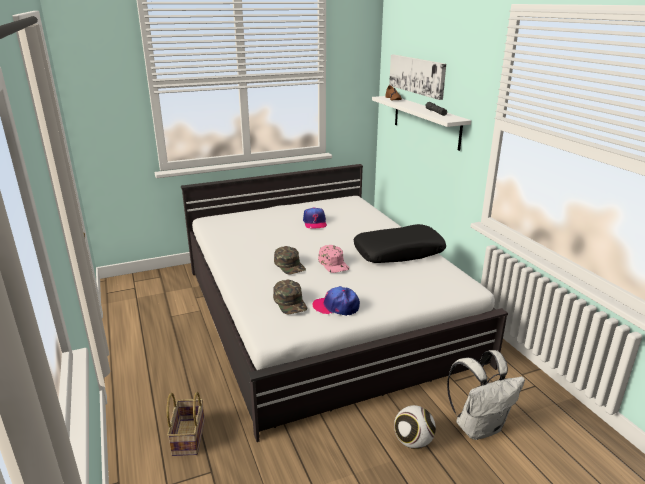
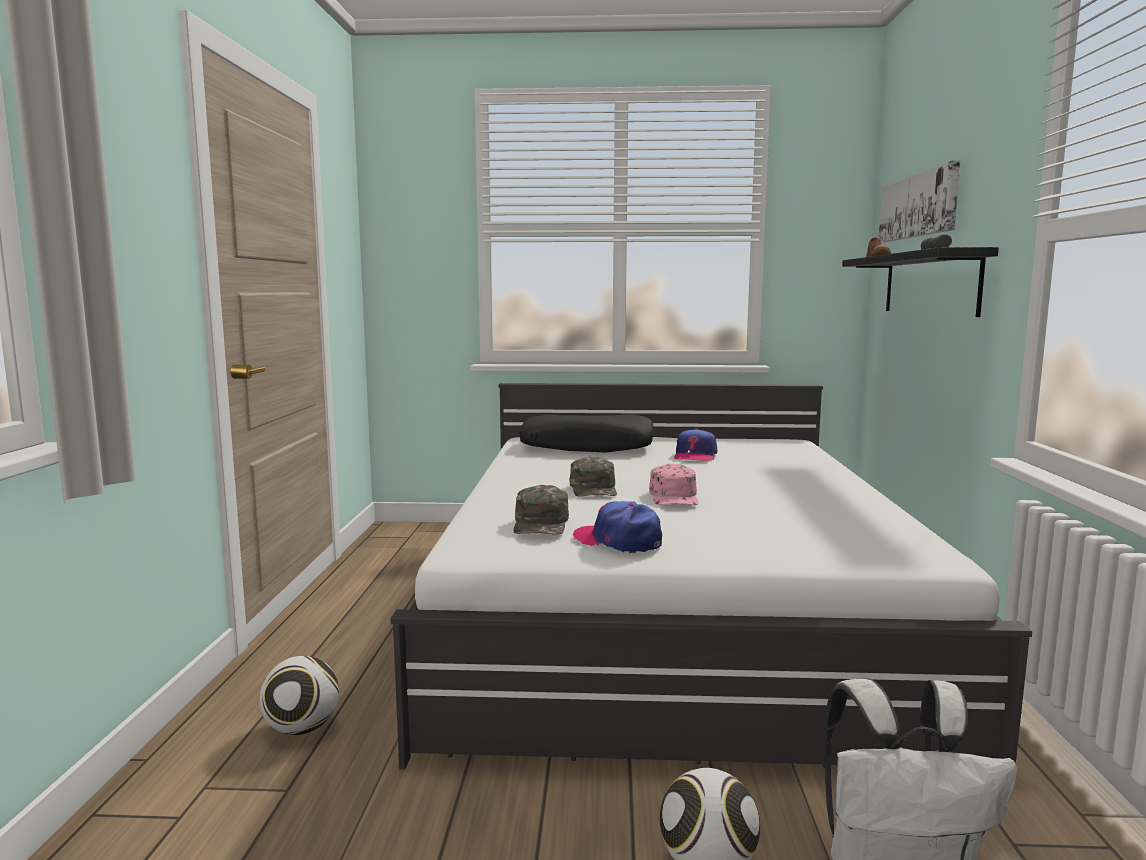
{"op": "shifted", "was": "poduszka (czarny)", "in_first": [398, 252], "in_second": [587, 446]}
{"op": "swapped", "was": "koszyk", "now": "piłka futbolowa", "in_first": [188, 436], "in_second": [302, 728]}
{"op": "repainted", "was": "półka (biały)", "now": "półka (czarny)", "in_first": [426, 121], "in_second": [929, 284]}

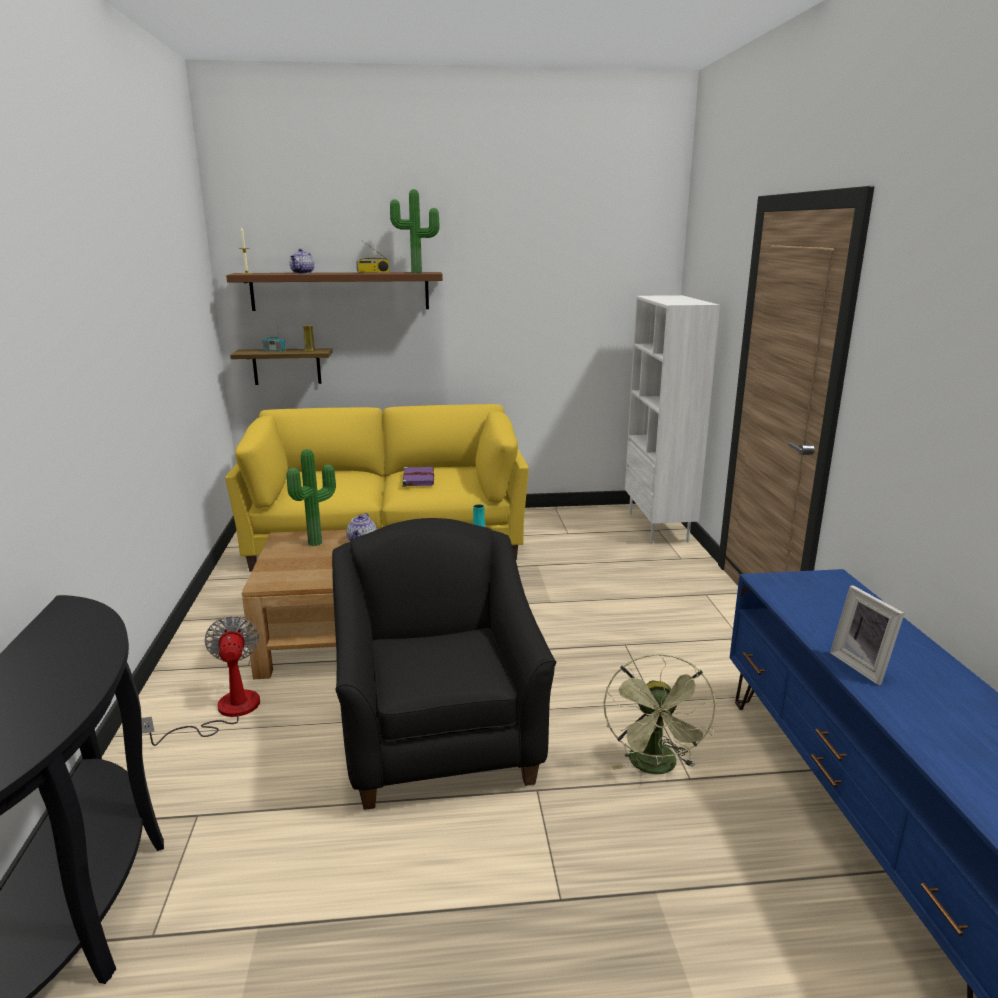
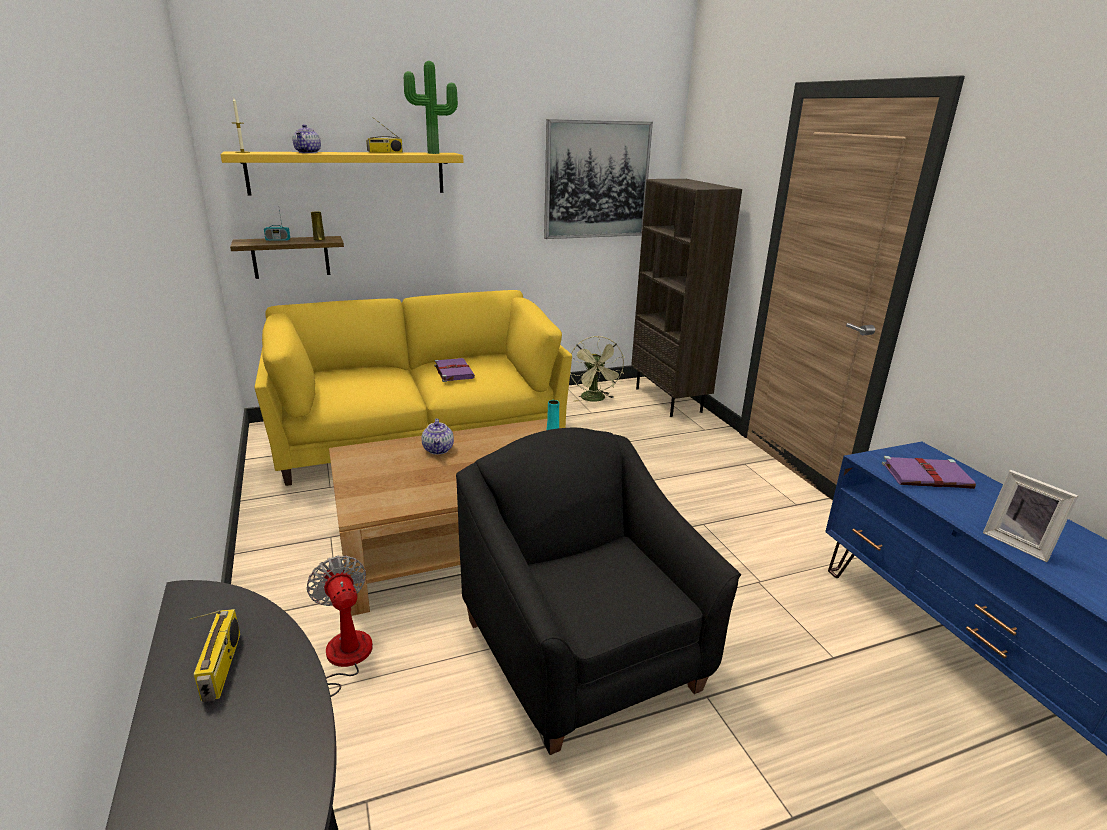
{"op": "gone", "was": "roślina doniczkowa", "in_first": [317, 543]}
{"op": "new", "now": "radio", "in_second": [222, 667]}
{"op": "new", "now": "obraz", "in_second": [596, 180]}
{"op": "new", "now": "książka (fioletowy)", "in_second": [927, 476]}
{"op": "shifted", "was": "wentylator (zielony)", "in_first": [655, 767], "in_second": [595, 399]}
{"op": "repainted", "was": "półka (brązowy)", "now": "półka (żółty)", "in_first": [340, 291], "in_second": [348, 173]}
{"op": "repainted", "was": "regał (biały)", "now": "regał (brązowy)", "in_first": [659, 527], "in_second": [669, 400]}

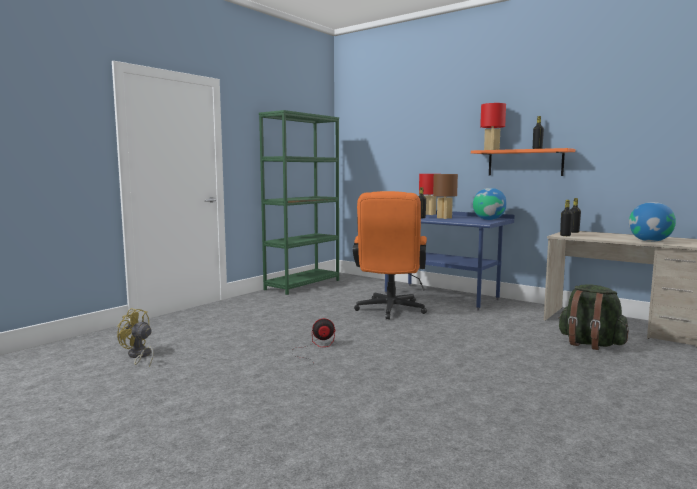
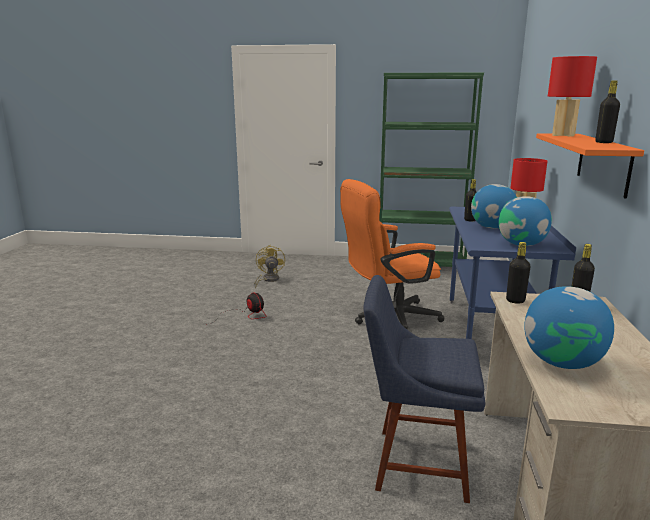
{"op": "shifted", "was": "wentylator (żółty)", "in_first": [139, 356], "in_second": [268, 280]}
{"op": "swapped", "was": "lampa stołowa (brązowy)", "now": "globus", "in_first": [444, 218], "in_second": [492, 227]}
{"op": "swapped", "was": "plecak (zielony)", "now": "krzesło (niebieski)", "in_first": [590, 344], "in_second": [415, 463]}

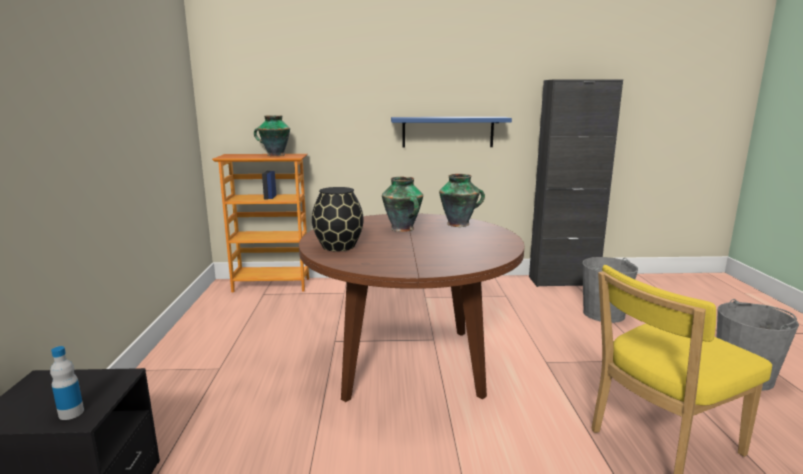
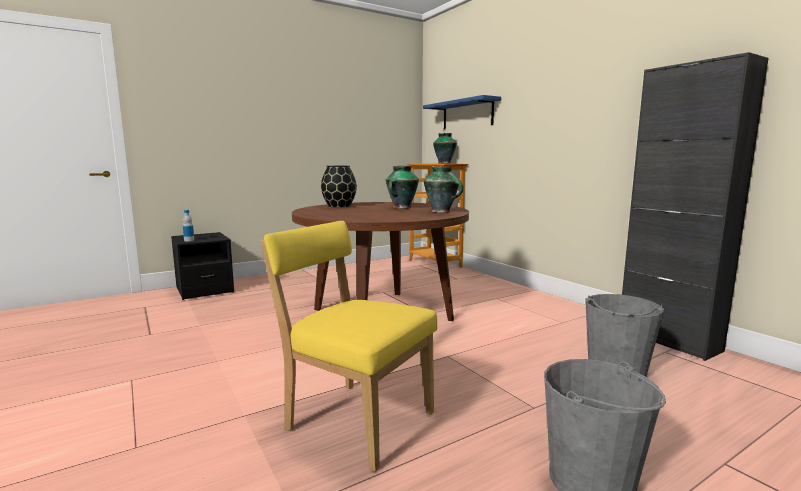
{"op": "shifted", "was": "półka (niebieski)", "in_first": [448, 132], "in_second": [467, 114]}

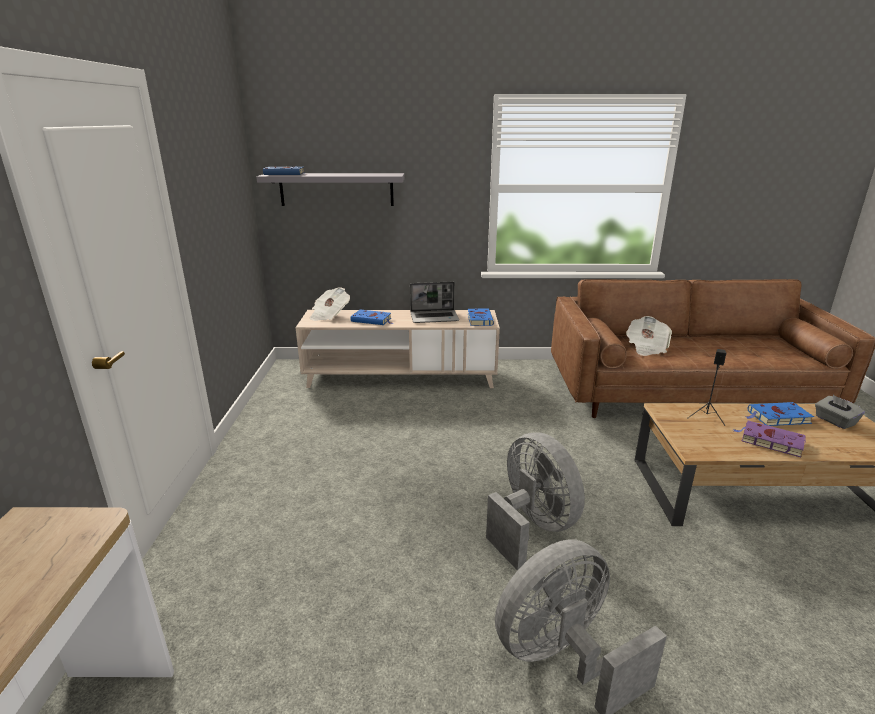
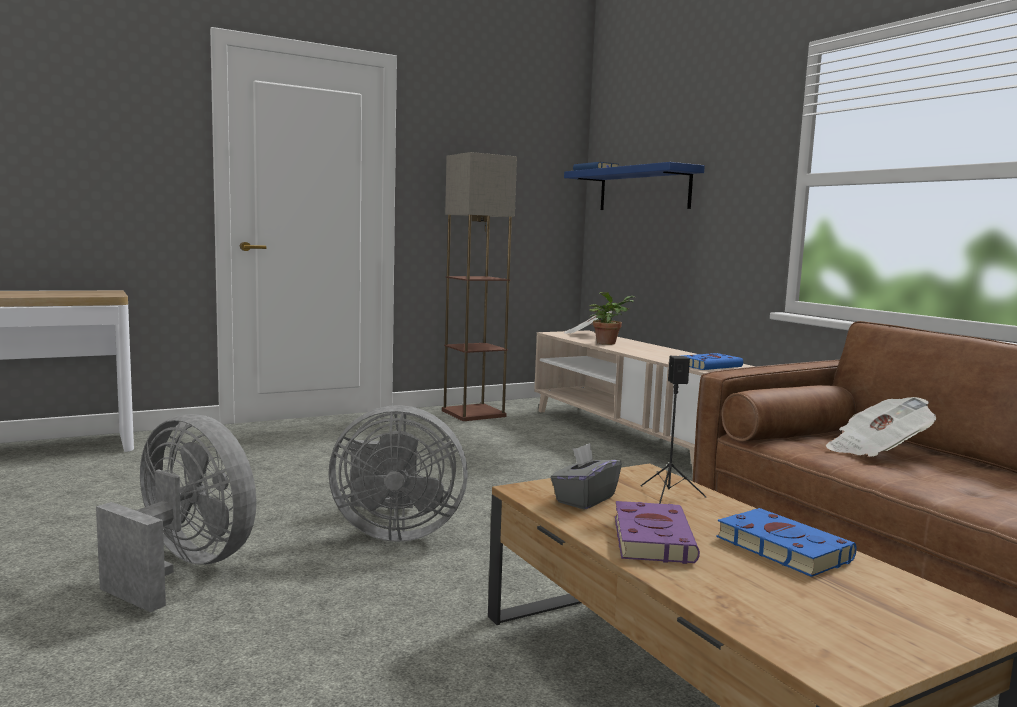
{"op": "gone", "was": "laptop", "in_first": [435, 317]}
{"op": "new", "now": "lampa stojąca", "in_second": [474, 413]}
{"op": "shifted", "was": "pudełko chusteczek (szary)", "in_first": [834, 421], "in_second": [584, 499]}
{"op": "swapped", "was": "książka (niebieski)", "now": "roślina doniczkowa", "in_first": [372, 320], "in_second": [607, 343]}
{"op": "repainted", "was": "półka (szary)", "now": "półka (niebieski)", "in_first": [336, 189], "in_second": [643, 189]}
{"op": "rotated", "was": "wentylator (szary)", "in_first": [531, 527], "in_second": [394, 532], "clockwise": 60}

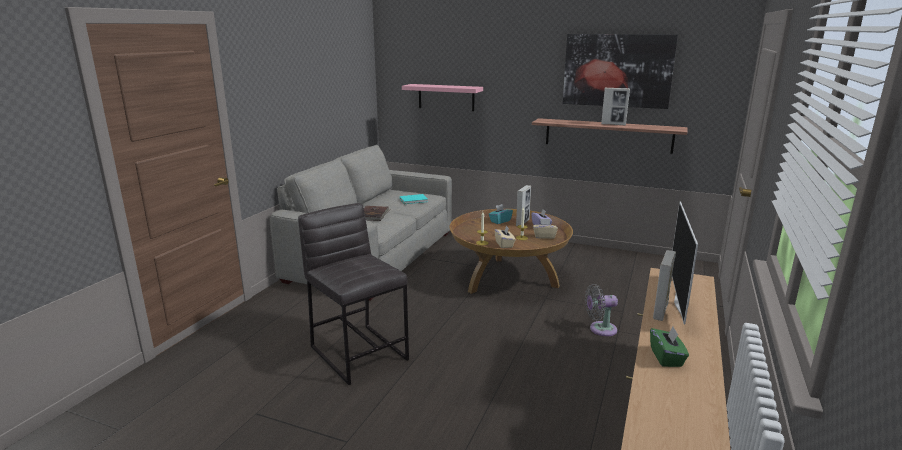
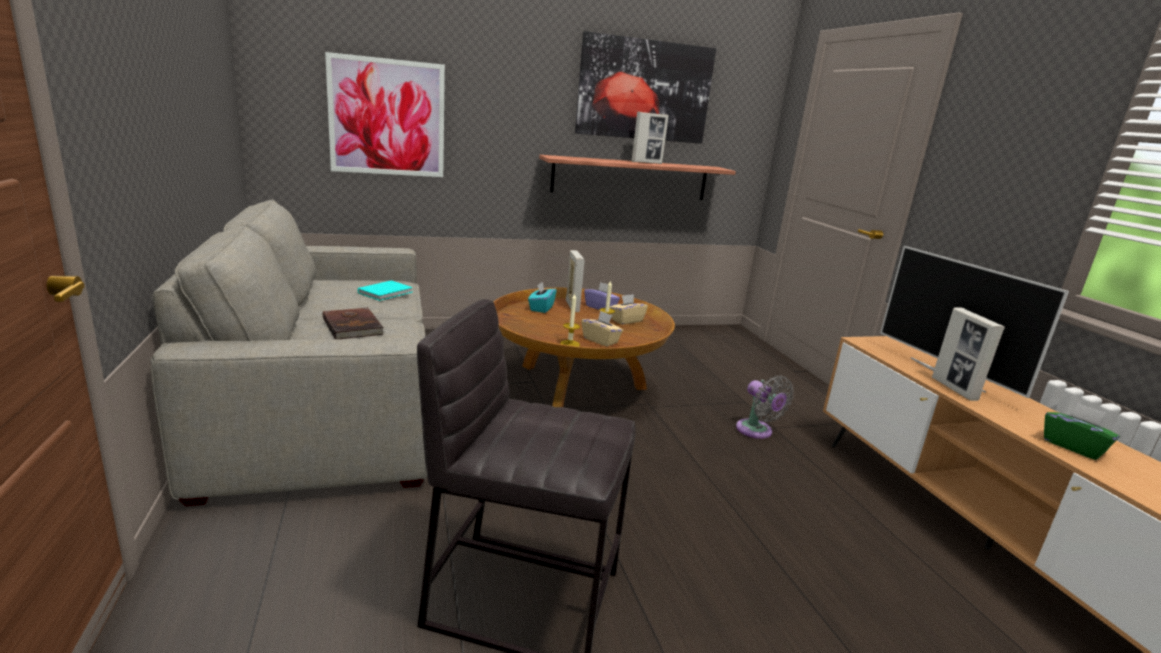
{"op": "swapped", "was": "półka (różowy)", "now": "obraz", "in_first": [446, 97], "in_second": [387, 117]}
{"op": "rotated", "was": "wentylator (szary)", "in_first": [600, 329], "in_second": [756, 431], "clockwise": -75}

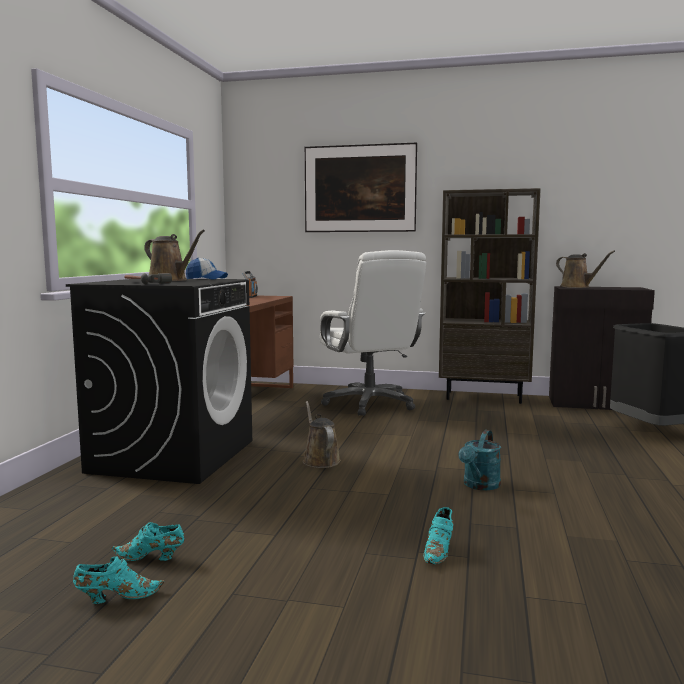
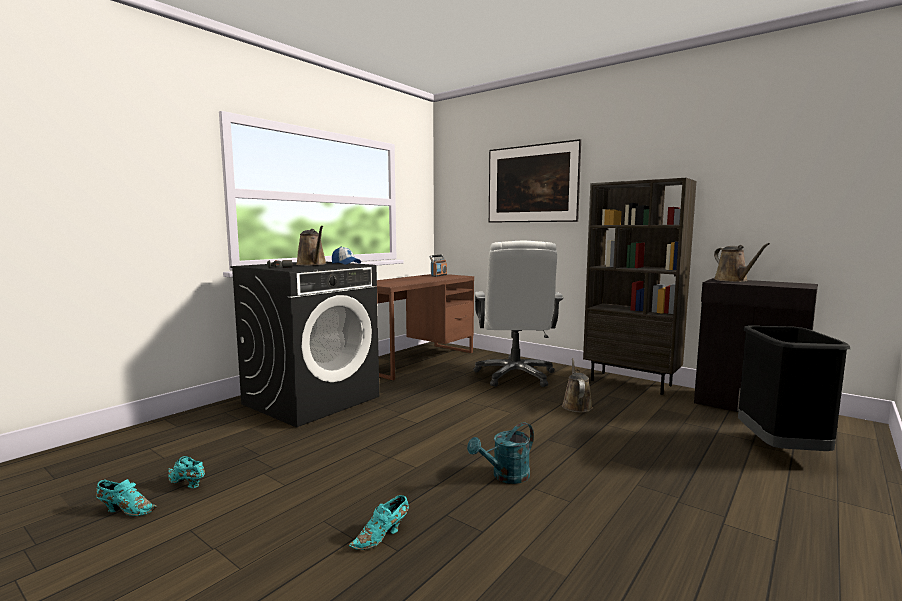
{"op": "shifted", "was": "konewka (brązowy)", "in_first": [320, 460], "in_second": [576, 405]}

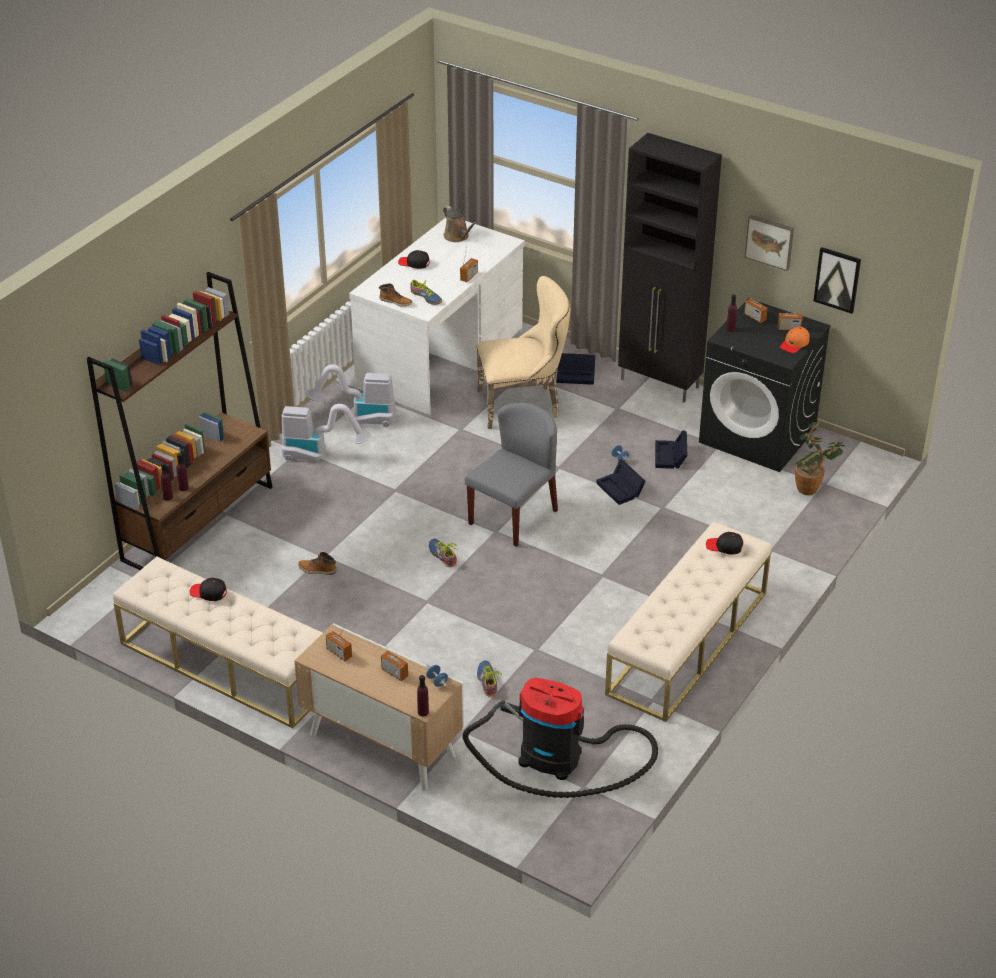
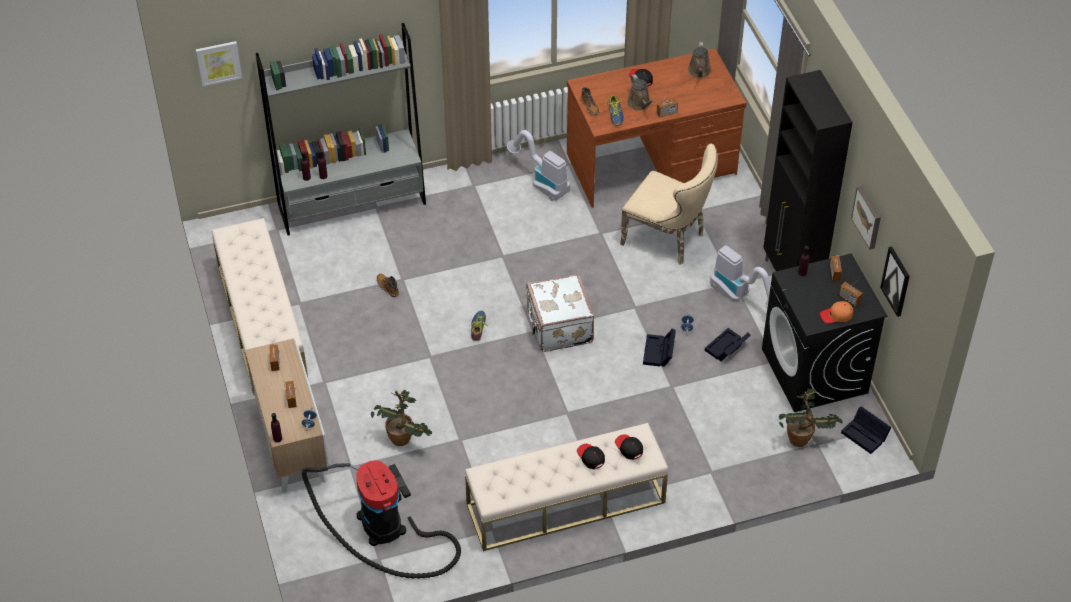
{"op": "new", "now": "obraz", "in_second": [218, 62]}
{"op": "new", "now": "konewka (brązowy)", "in_second": [640, 104]}
{"op": "shifted", "was": "czapka z daszkiem (czarny)", "in_first": [208, 593], "in_second": [590, 457]}
{"op": "shifted", "was": "odkurzacz", "in_first": [319, 454], "in_second": [740, 296]}
{"op": "shifted", "was": "pojemnik do przechowywania (czarny)", "in_first": [577, 375], "in_second": [866, 435]}
{"op": "swapped", "was": "krzesło (szary)", "now": "walizka (biały)", "in_first": [513, 516], "in_second": [558, 327]}
{"op": "swapped", "was": "but", "now": "roślina doniczkowa", "in_first": [487, 681], "in_second": [403, 442]}
{"op": "repainted", "was": "regał (brązowy)", "now": "regał (szary)", "in_first": [199, 523], "in_second": [352, 204]}
{"op": "repainted", "was": "biurko (biały)", "now": "biurko (brązowy)", "in_first": [441, 358], "in_second": [652, 164]}

